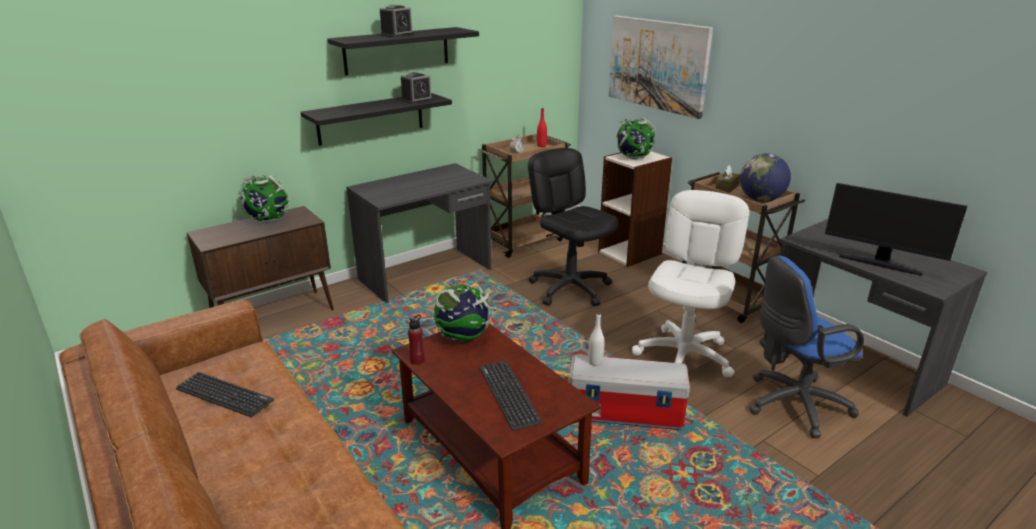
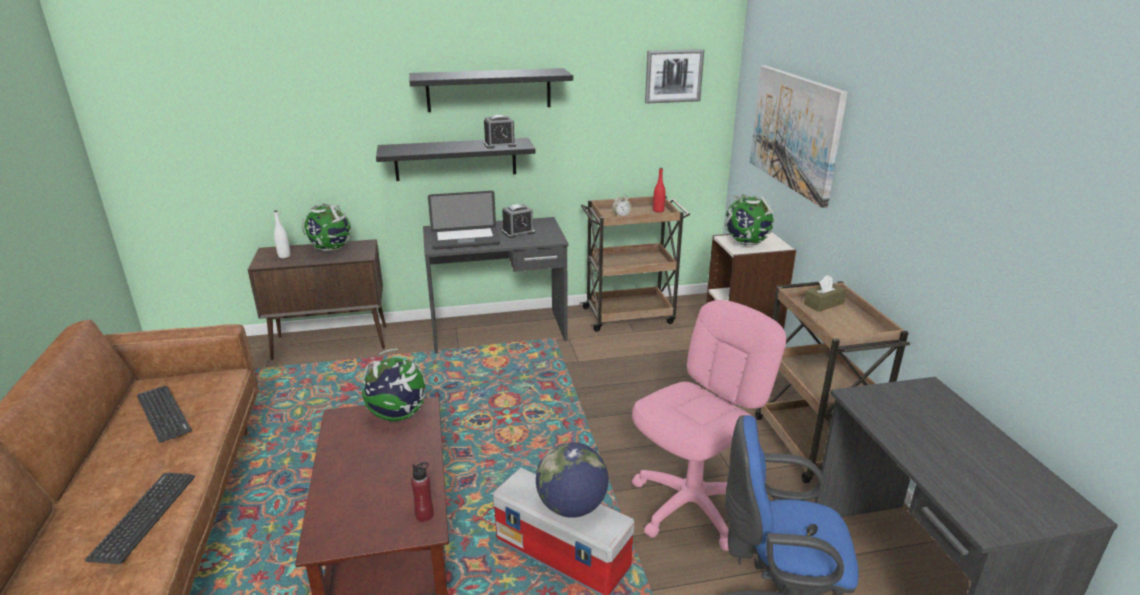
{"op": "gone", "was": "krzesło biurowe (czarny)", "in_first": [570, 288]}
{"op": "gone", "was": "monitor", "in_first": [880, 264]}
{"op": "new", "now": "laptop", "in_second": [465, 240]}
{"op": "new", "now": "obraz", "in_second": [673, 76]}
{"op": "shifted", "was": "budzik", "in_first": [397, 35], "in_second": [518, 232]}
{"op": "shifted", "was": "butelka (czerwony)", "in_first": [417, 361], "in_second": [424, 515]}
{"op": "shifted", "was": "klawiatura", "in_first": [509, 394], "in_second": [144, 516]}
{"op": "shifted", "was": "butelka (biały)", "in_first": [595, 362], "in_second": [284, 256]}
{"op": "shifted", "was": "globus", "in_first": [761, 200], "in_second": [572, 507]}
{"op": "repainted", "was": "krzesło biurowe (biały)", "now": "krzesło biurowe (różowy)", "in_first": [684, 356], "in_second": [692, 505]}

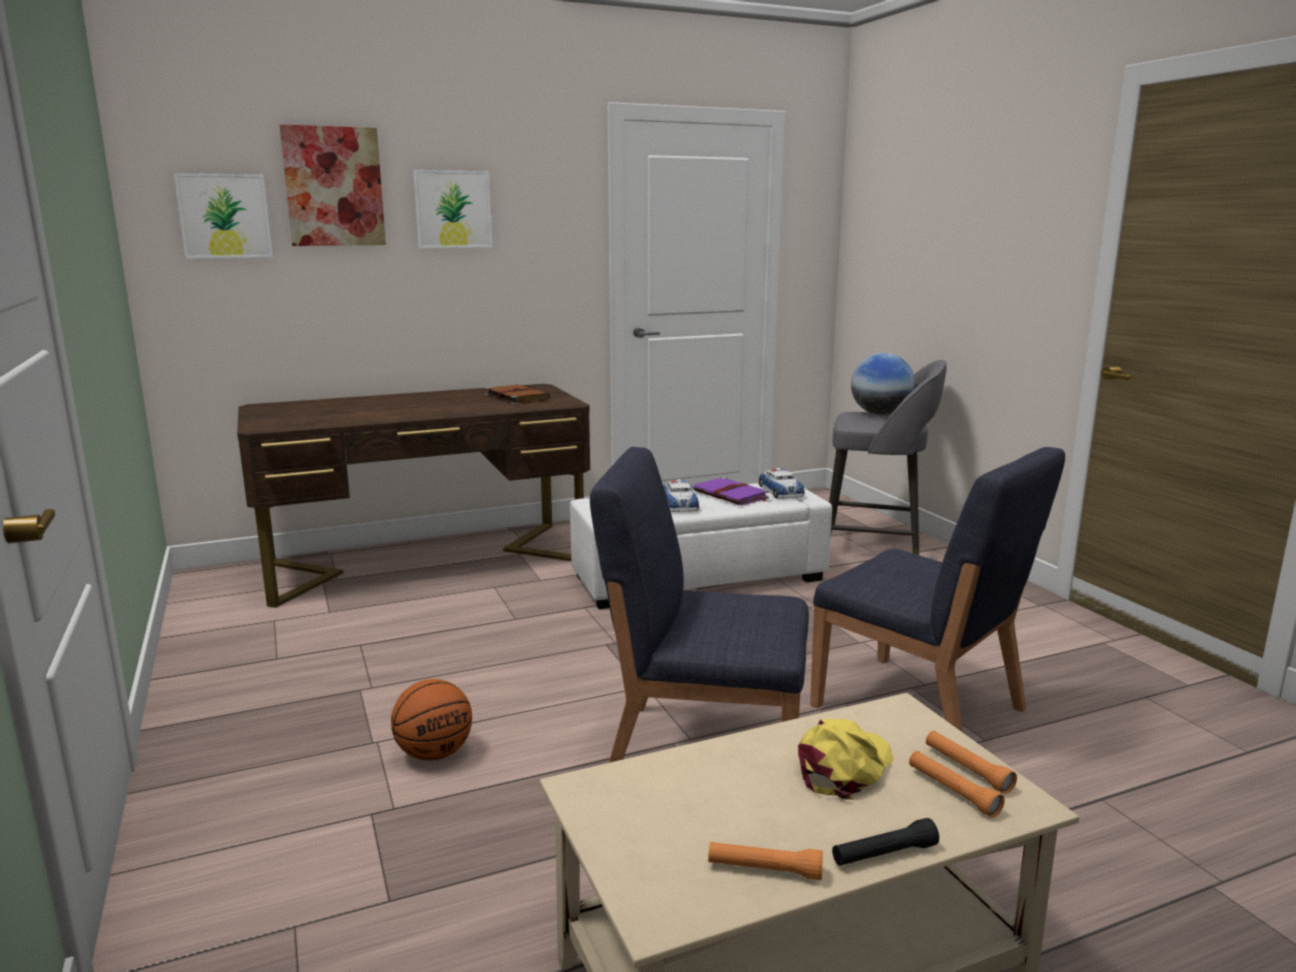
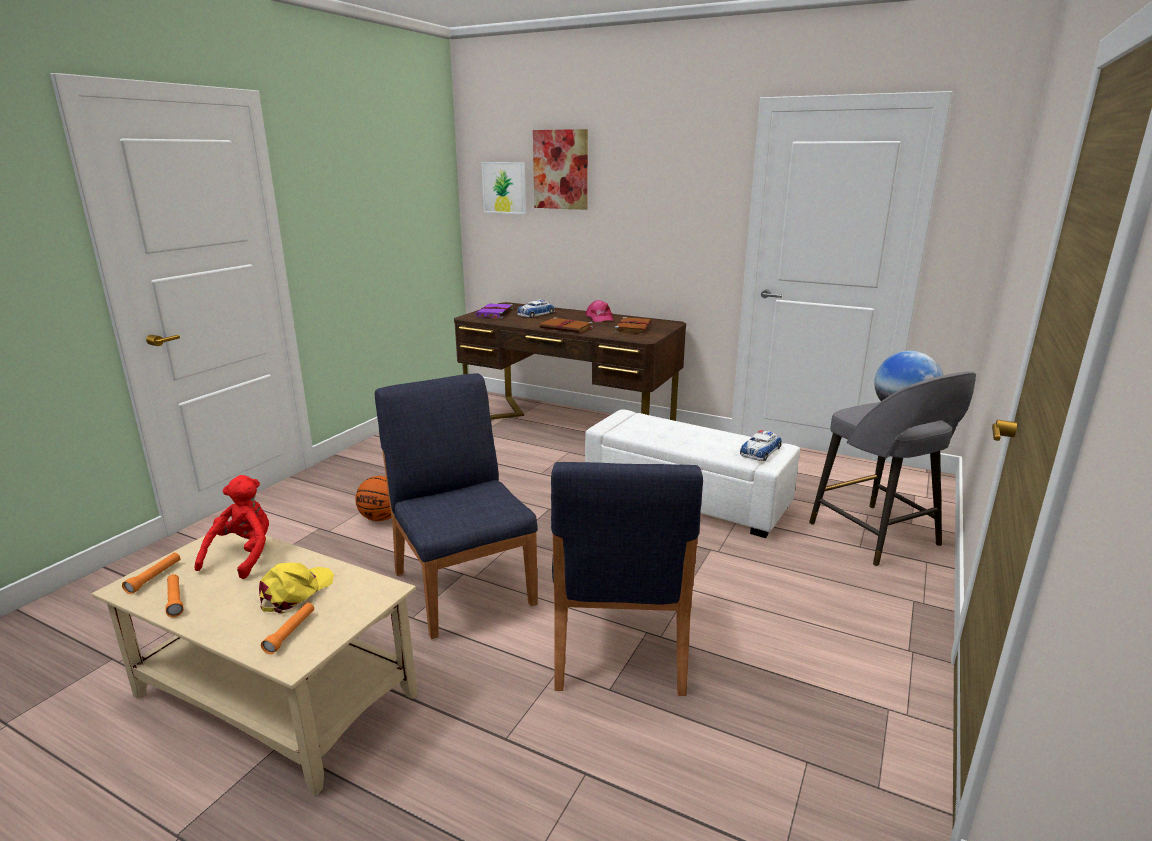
{"op": "gone", "was": "obraz", "in_first": [453, 209]}
{"op": "gone", "was": "latarka (czarny)", "in_first": [884, 854]}
{"op": "new", "now": "pluszak (czerwony)", "in_second": [244, 555]}
{"op": "new", "now": "książka (brązowy)", "in_second": [567, 328]}
{"op": "new", "now": "czapka z daszkiem (różowy)", "in_second": [599, 318]}
{"op": "shifted", "was": "samochodzik", "in_first": [679, 504], "in_second": [535, 314]}
{"op": "shifted", "was": "książka (fioletowy)", "in_first": [732, 495], "in_second": [494, 313]}
{"op": "shifted", "was": "latarka (pomarańczowy)", "in_first": [967, 769], "in_second": [154, 577]}
{"op": "rotated", "was": "czapka z daszkiem (żółty)", "in_first": [844, 767], "in_second": [295, 592], "clockwise": -60}

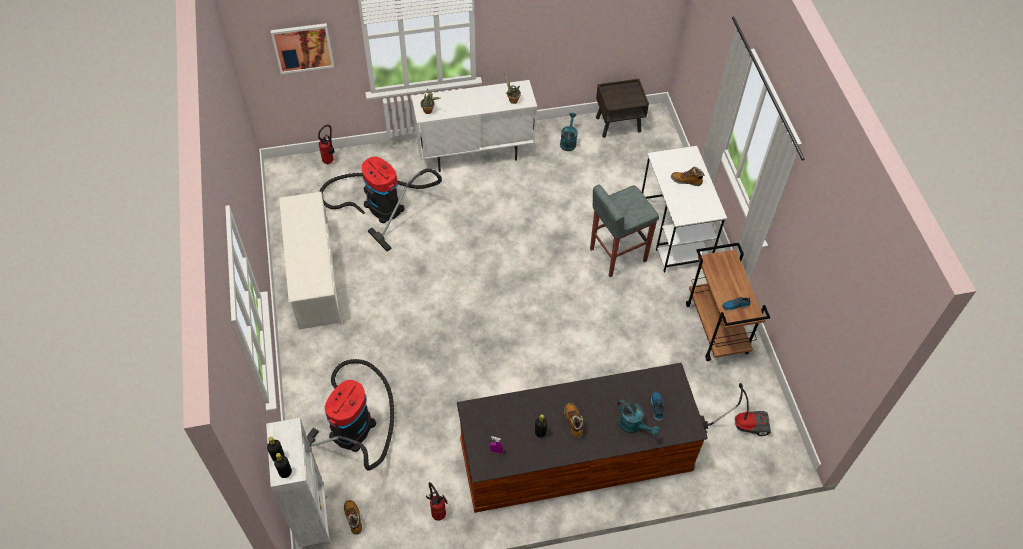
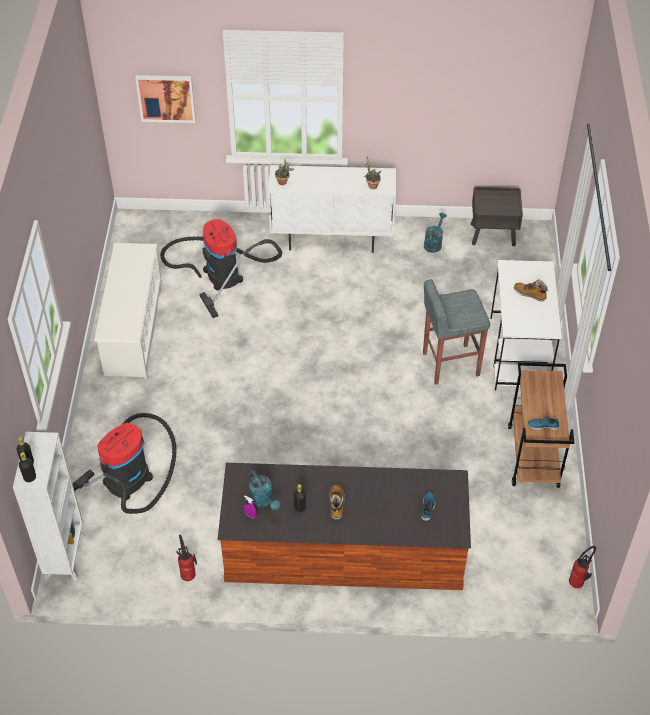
{"op": "gone", "was": "but z cholewką", "in_first": [353, 518]}
{"op": "gone", "was": "odkurzacz", "in_first": [740, 424]}
{"op": "shifted", "was": "gaśnica", "in_first": [330, 160], "in_second": [578, 582]}
{"op": "shifted", "was": "konewka (turkusowy)", "in_first": [633, 426], "in_second": [264, 501]}

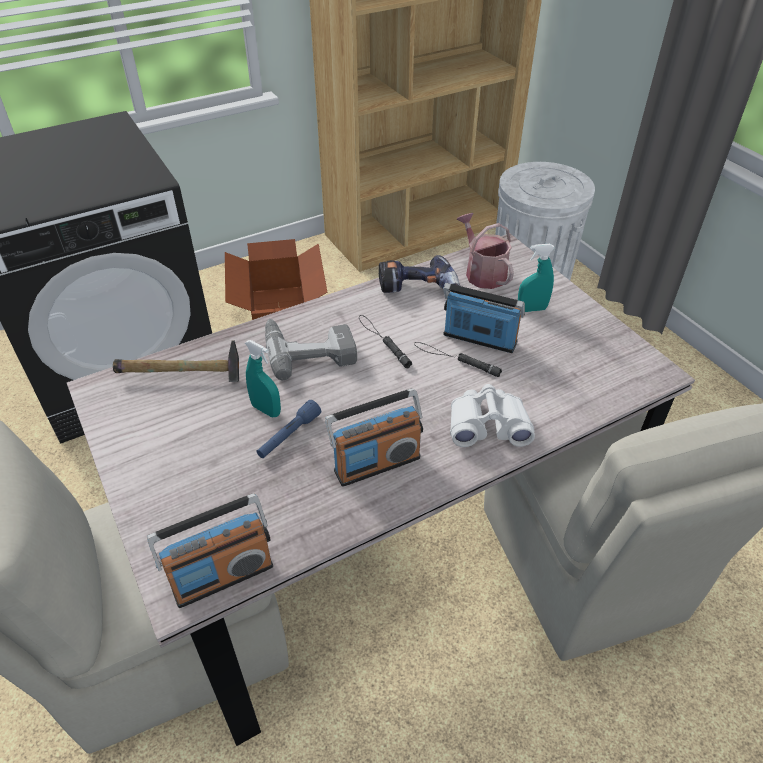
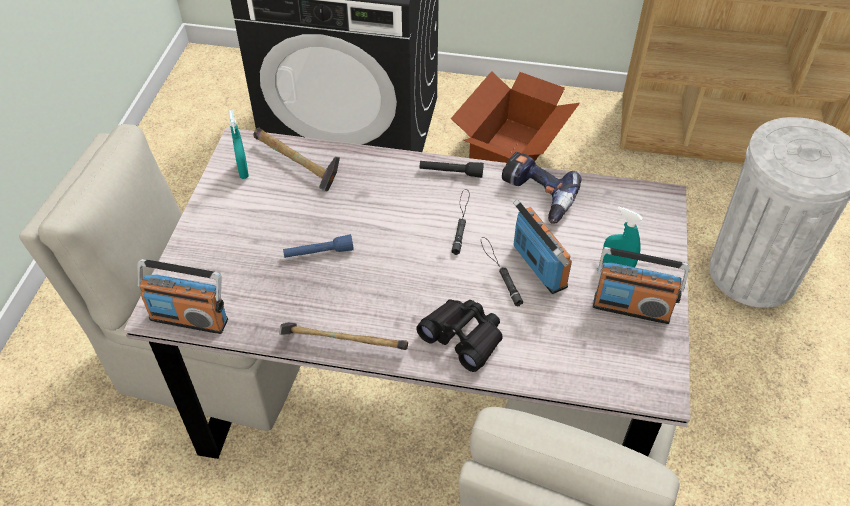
{"op": "gone", "was": "wiertarka", "in_first": [308, 349]}
{"op": "gone", "was": "konewka", "in_first": [482, 273]}
{"op": "new", "now": "młotek", "in_second": [341, 344]}
{"op": "new", "now": "latarka (czarny)", "in_second": [451, 172]}
{"op": "shifted", "was": "spryskiwacz (turkusowy)", "in_first": [266, 410], "in_second": [243, 170]}
{"op": "shifted", "was": "radio", "in_first": [376, 463], "in_second": [631, 307]}
{"op": "repainted", "was": "lornetka (biały)", "now": "lornetka (czarny)", "in_first": [488, 425], "in_second": [463, 337]}

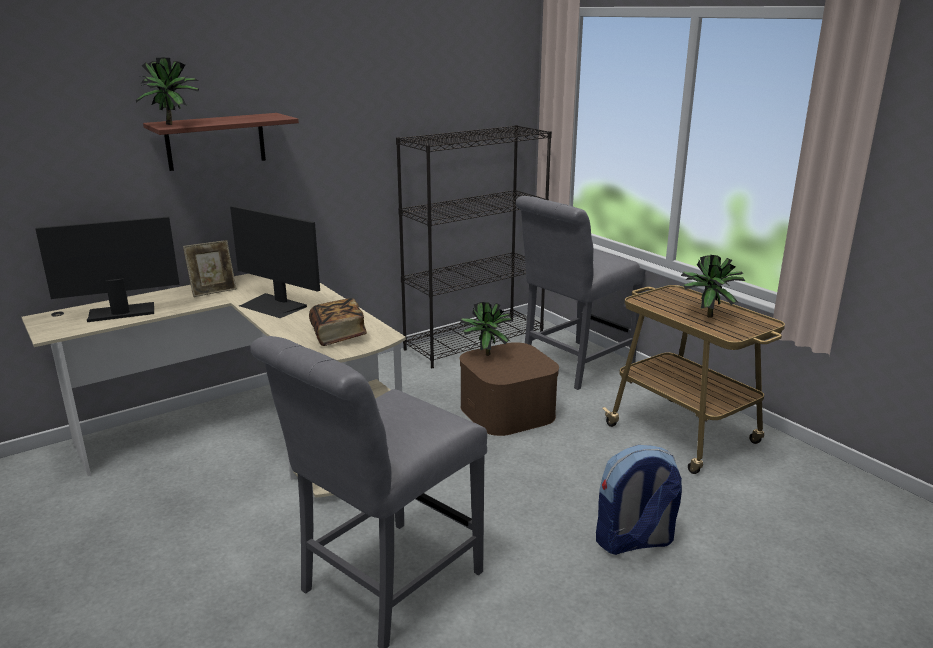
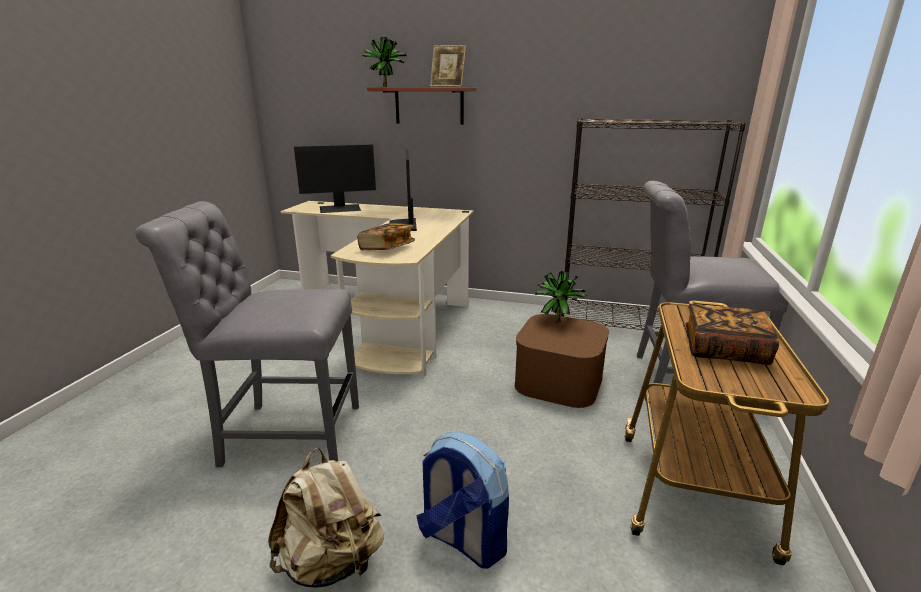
{"op": "new", "now": "plecak (beżowy)", "in_second": [331, 562]}
{"op": "shifted", "was": "ramka na zdjęcie", "in_first": [213, 291], "in_second": [448, 86]}
{"op": "swapped", "was": "roślina doniczkowa", "now": "książka", "in_first": [706, 315], "in_second": [724, 350]}
{"op": "rotated", "was": "monitor", "in_first": [121, 312], "in_second": [340, 209], "clockwise": 135}

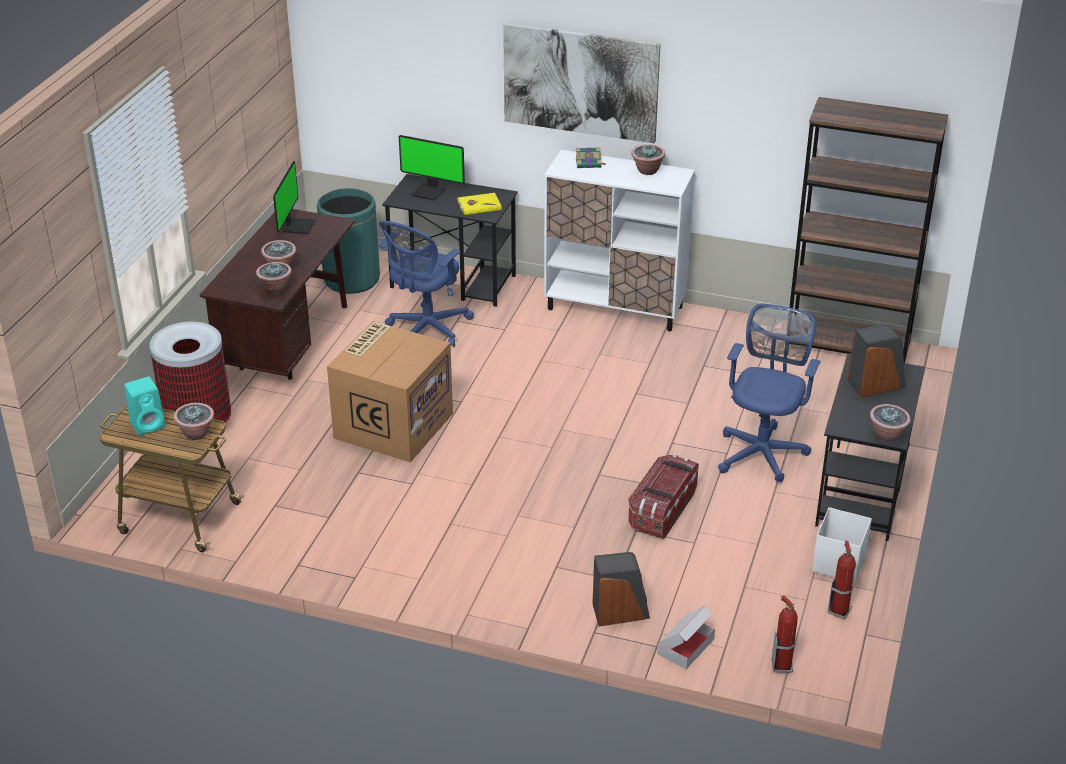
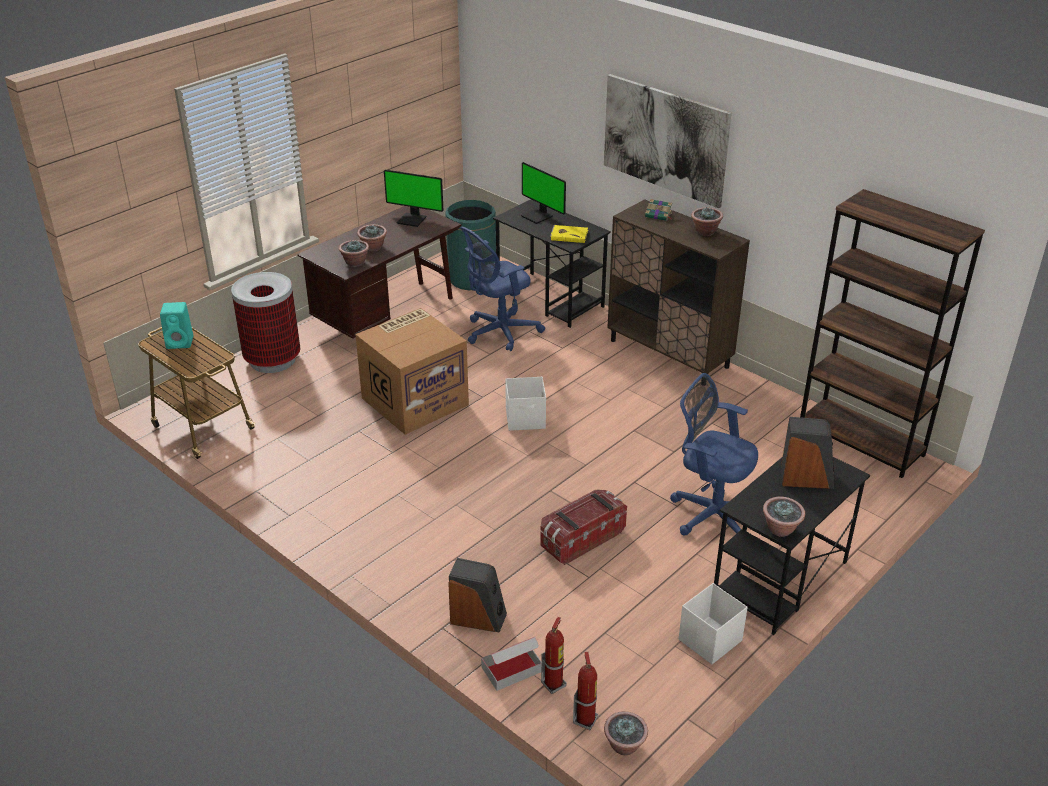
{"op": "new", "now": "pojemnik do przechowywania (biały)", "in_second": [526, 419]}
{"op": "shifted", "was": "roślina doniczkowa", "in_first": [196, 433], "in_second": [624, 746]}
{"op": "shifted", "was": "gaśnica", "in_first": [839, 611], "in_second": [554, 684]}
{"op": "repainted", "was": "szafka (biały)", "now": "szafka (brązowy)", "in_first": [615, 308], "in_second": [669, 354]}
{"op": "rotated", "was": "monitor", "in_first": [297, 226], "in_second": [412, 219], "clockwise": 75}
{"op": "rotated", "was": "krzesło biurowe (niebieski)", "in_first": [762, 451], "in_second": [711, 514], "clockwise": -105}

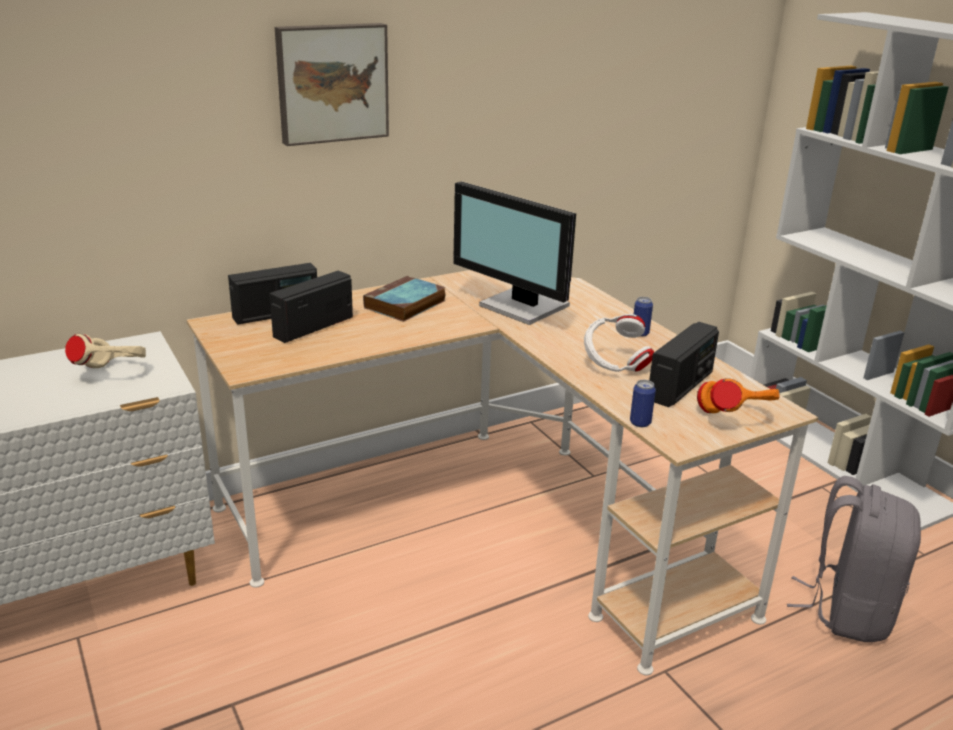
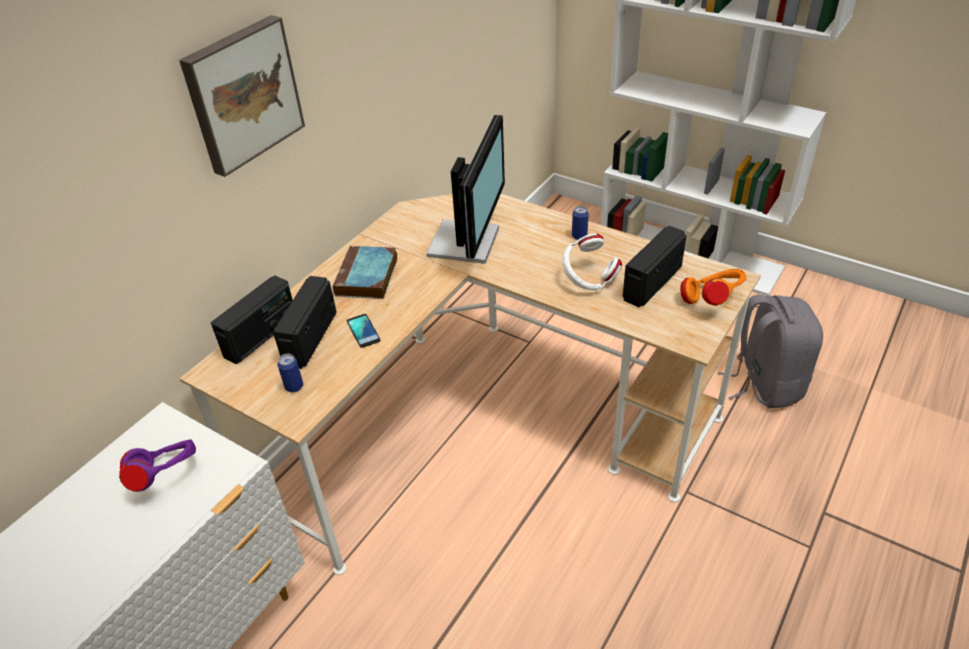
{"op": "new", "now": "telefon", "in_second": [363, 331]}
{"op": "shifted", "was": "puszka", "in_first": [640, 423], "in_second": [294, 386]}
{"op": "repainted", "was": "słuchawki (beżowy)", "now": "słuchawki (fioletowy)", "in_first": [112, 374], "in_second": [166, 476]}
{"op": "rotated", "was": "monitor", "in_first": [522, 307], "in_second": [467, 242], "clockwise": -90}
{"op": "rotated", "was": "radio", "in_first": [681, 386], "in_second": [651, 282], "clockwise": -150}

